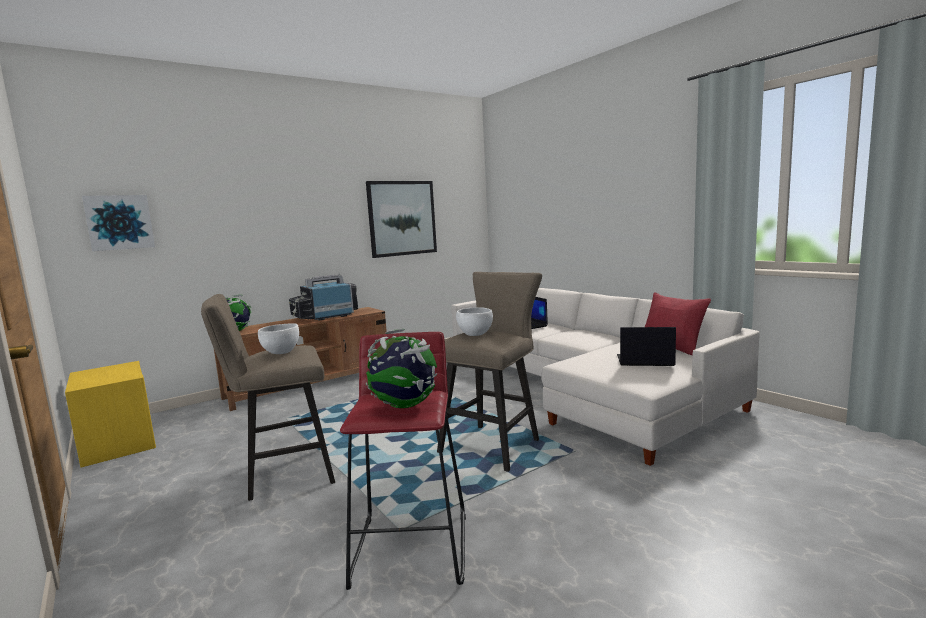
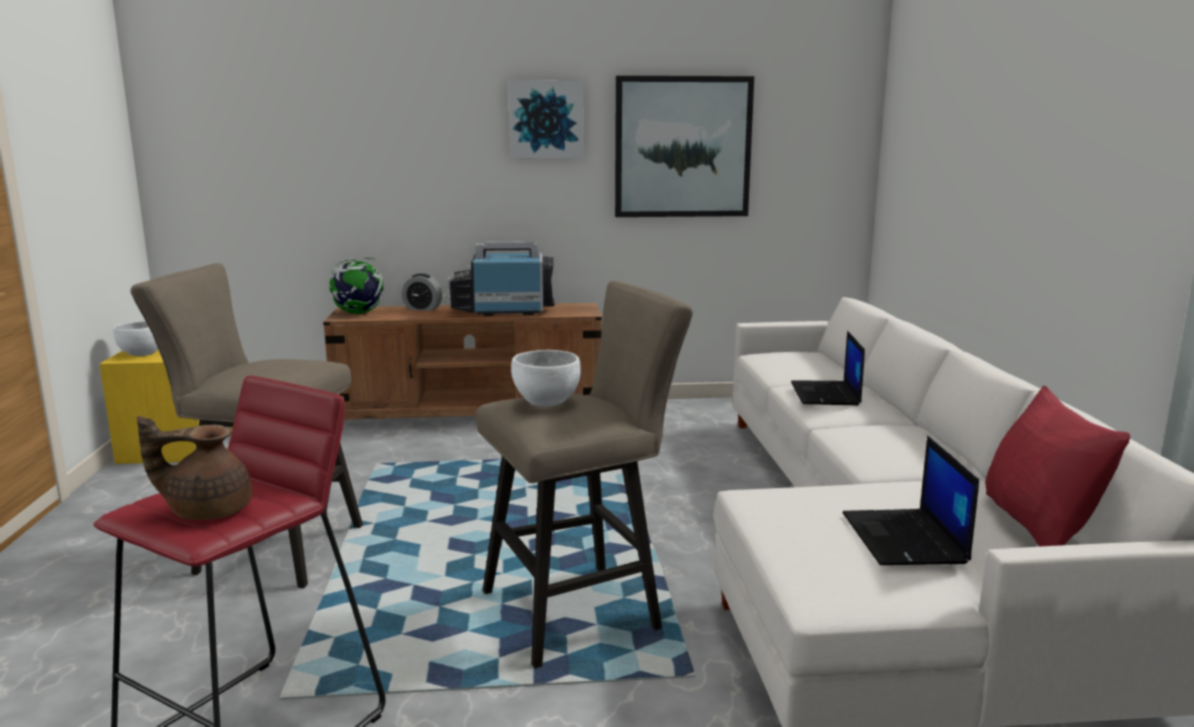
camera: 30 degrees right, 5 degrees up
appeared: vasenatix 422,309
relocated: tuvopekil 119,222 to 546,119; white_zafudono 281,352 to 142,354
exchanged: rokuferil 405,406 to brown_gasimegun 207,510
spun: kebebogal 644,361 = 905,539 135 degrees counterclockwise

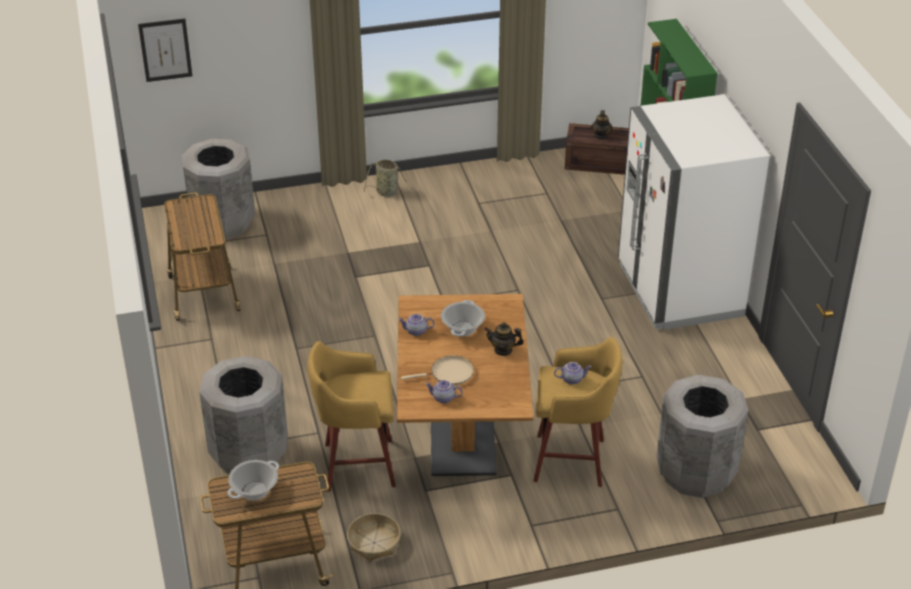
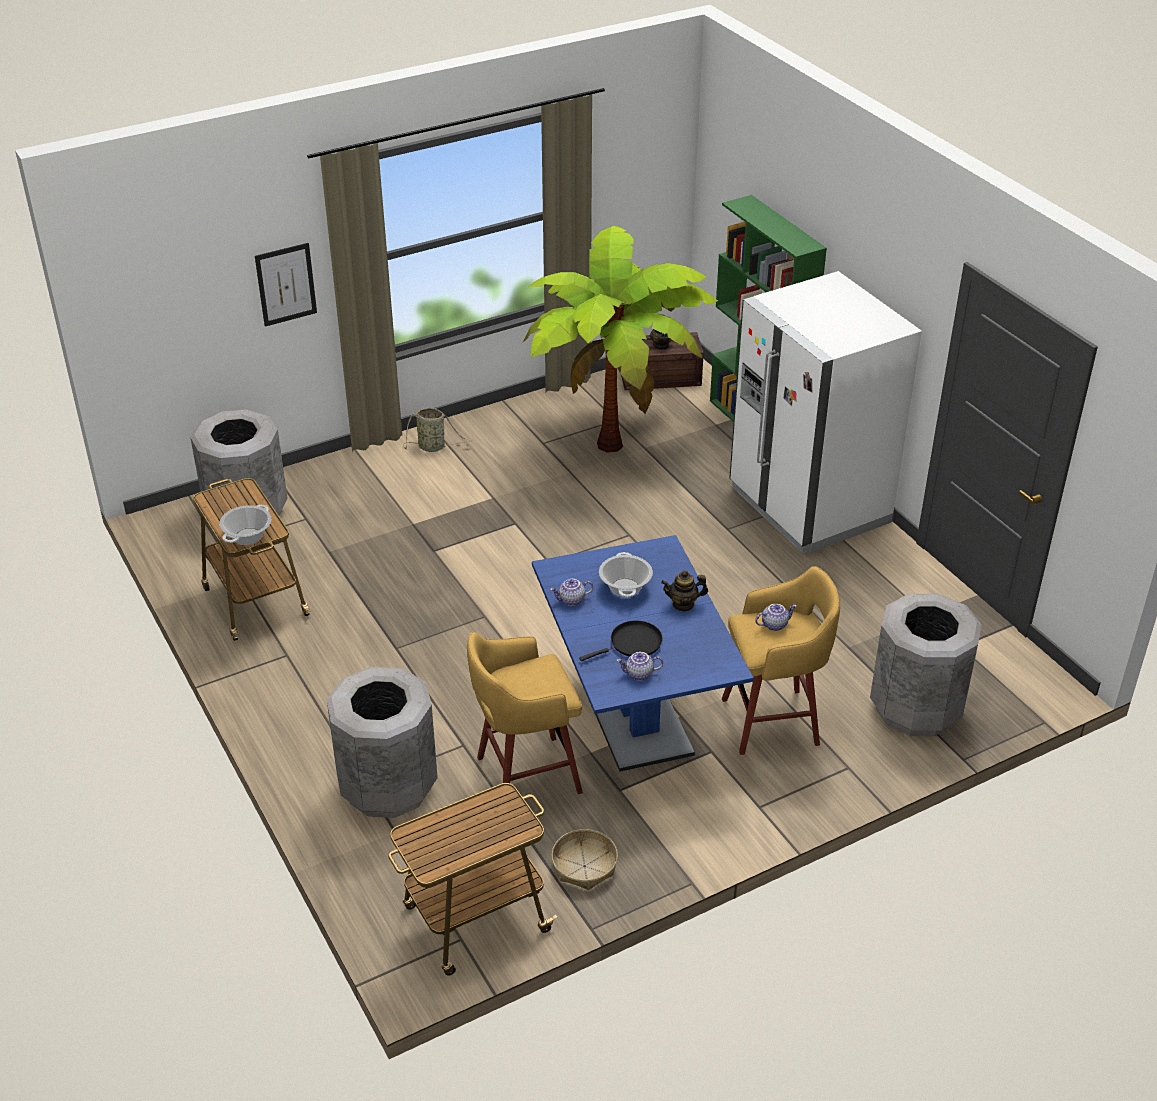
camera: 15 degrees left, 0 degrees up
appeared: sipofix 610,444
relocated: tuvopekil 165,50 to 286,284; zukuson 255,491 to 248,536
colour: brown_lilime 462,433 to blue_lilime 634,714; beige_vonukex 449,373 to black_vonukex 632,644

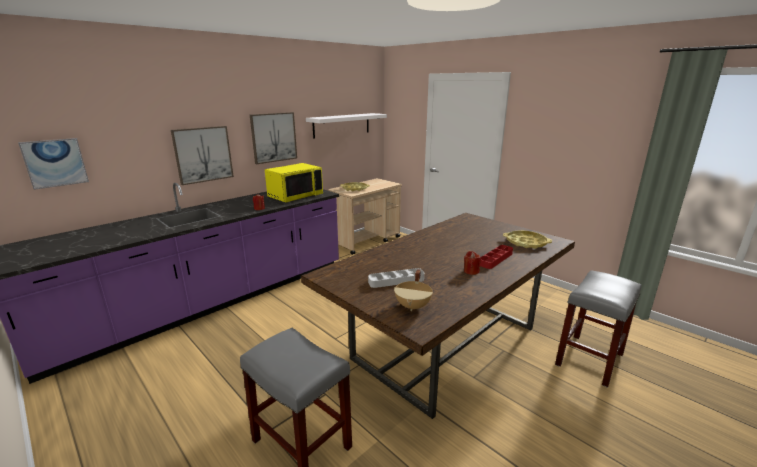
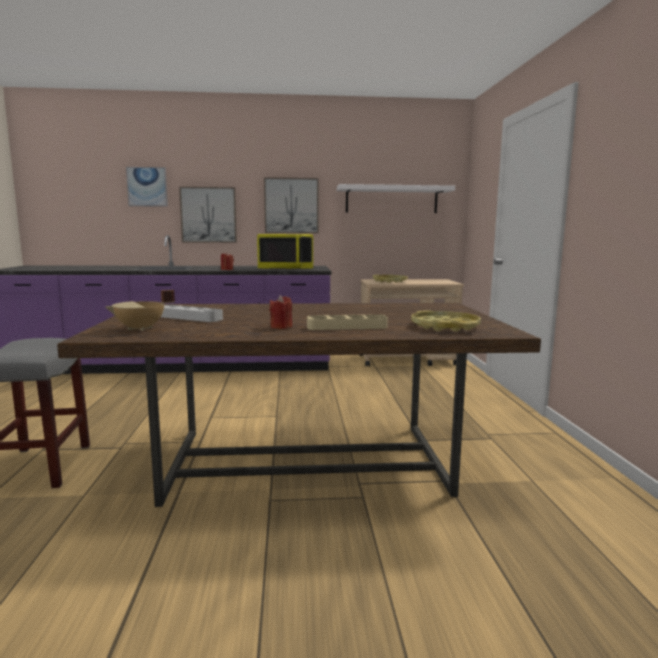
camera: 40 degrees right, 10 degrees down
missing: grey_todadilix 590,360
relocated: tuvopekil 55,163 to 147,187
colour: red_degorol 495,259 to beige_degorol 347,327

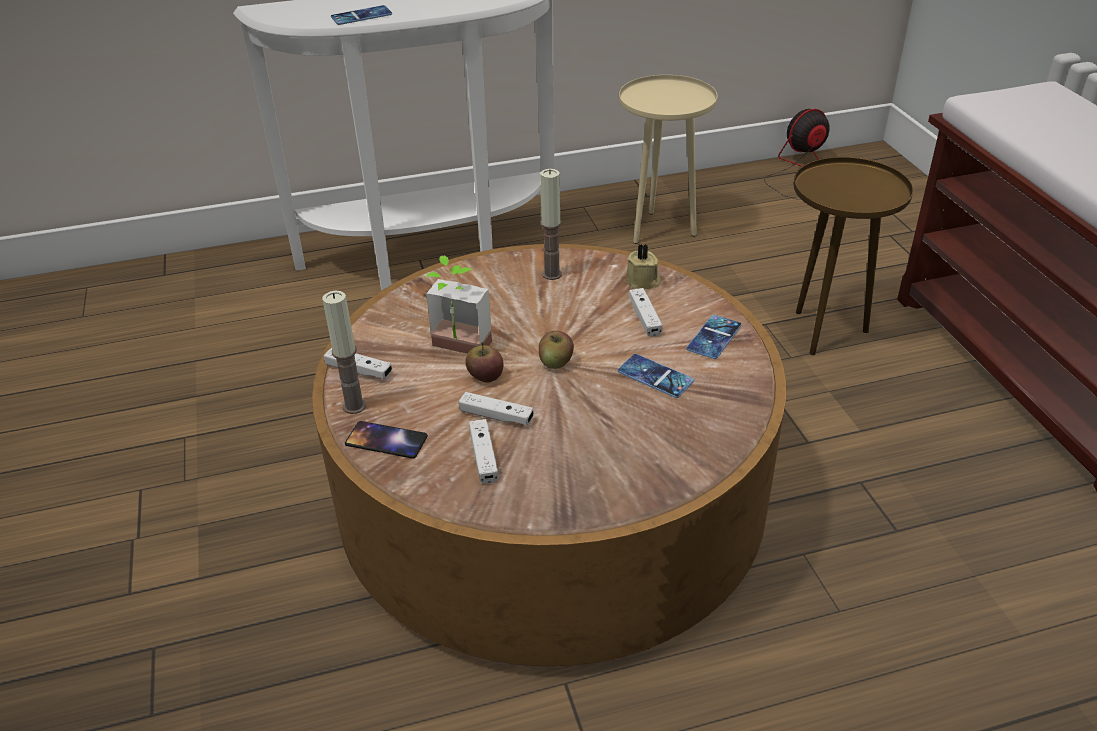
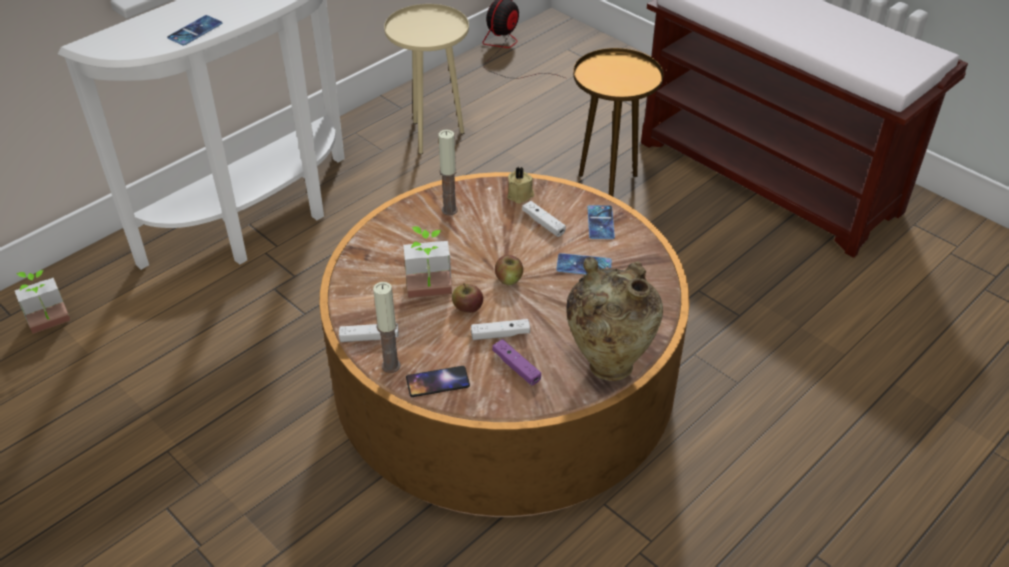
camera: 30 degrees left, 5 degrees up
appeared: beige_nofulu 609,362; sipofix 51,326
colour: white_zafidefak 484,457 to purple_zafidefak 516,367

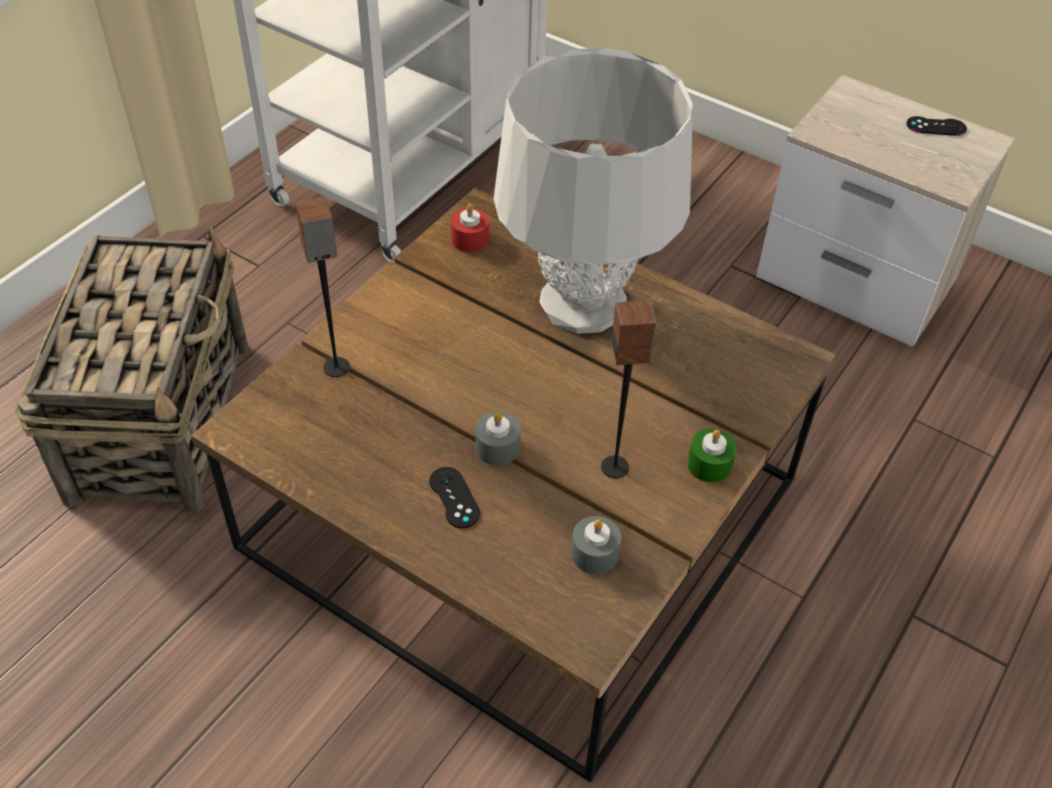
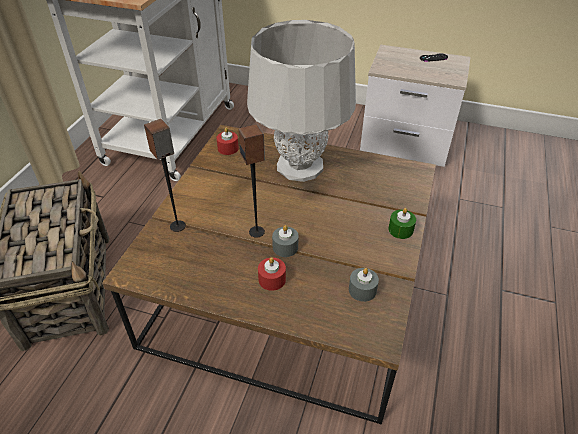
camera: 15 degrees left, 5 degrees down
relocated: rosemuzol 615,467 to 257,232
exchanged: black_zafidefak 454,497 to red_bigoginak 272,279

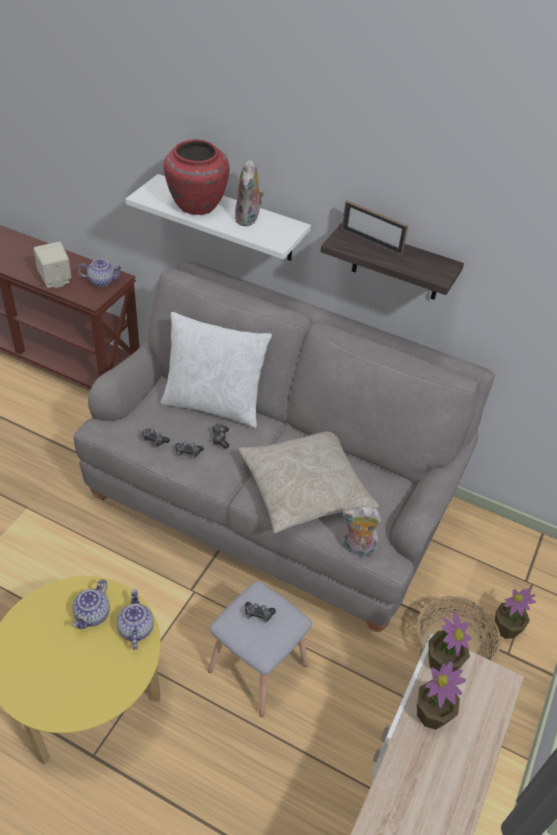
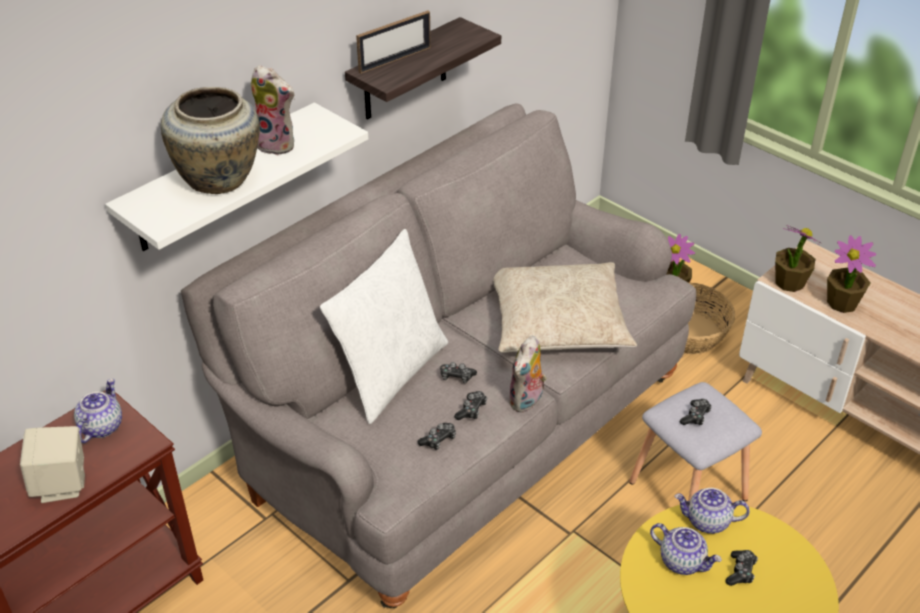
camera: 70 degrees left, 5 degrees down
appeared: zafidefak 740,571
relocated: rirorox 357,549 to 527,401
colour: red_nofulu 196,206 to beige_nofulu 220,180

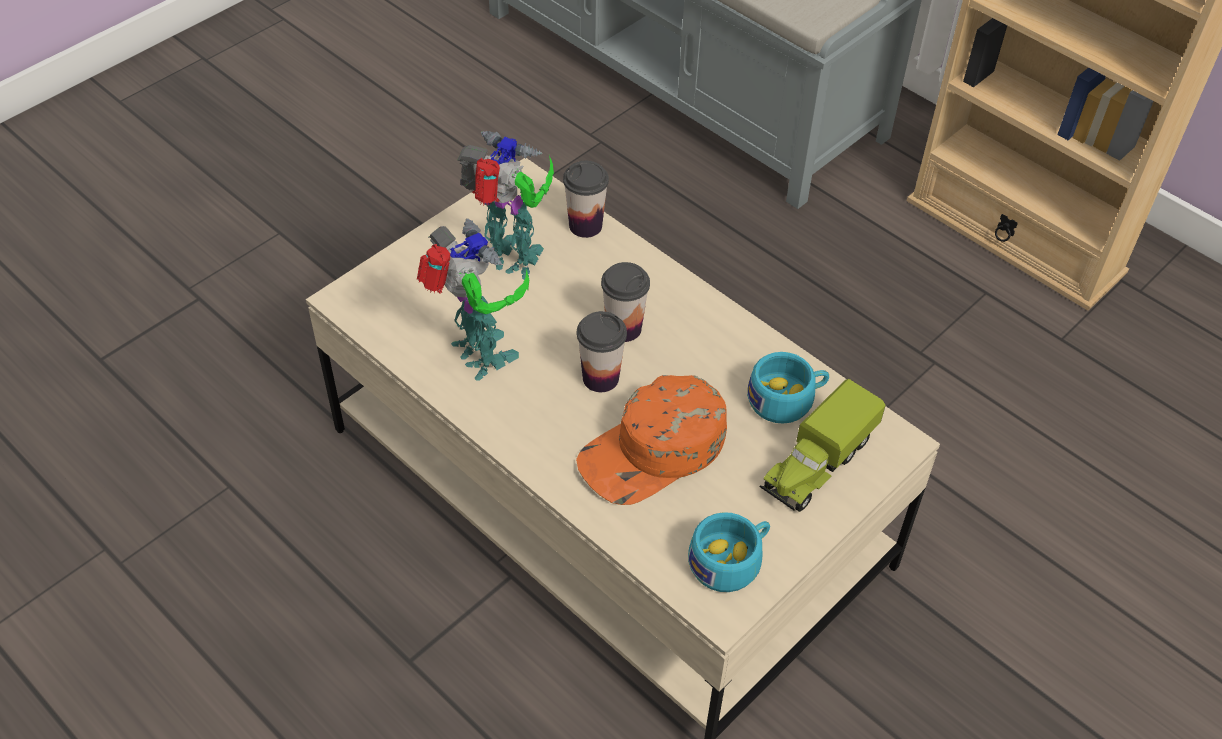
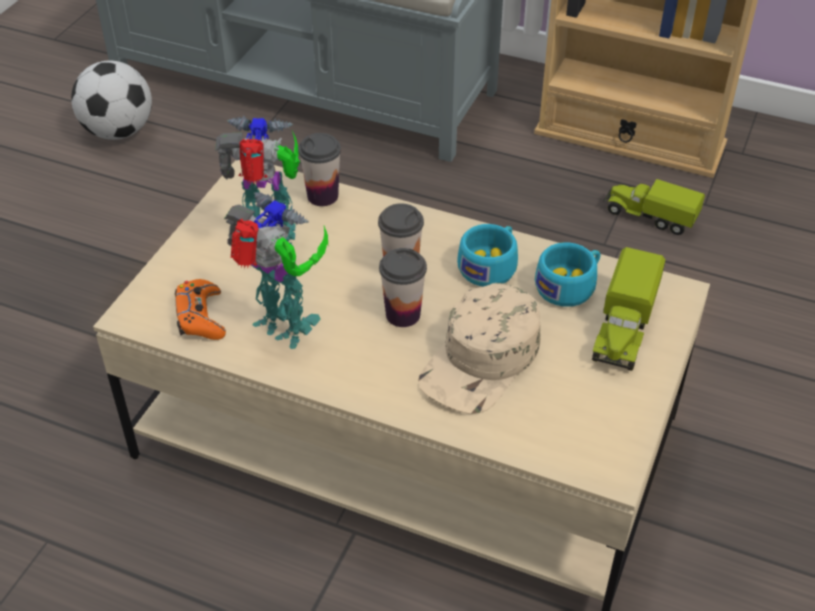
camera: 20 degrees left, 5 degrees down
appeared: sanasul 119,132; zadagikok 649,216; orange_zafidefak 201,317
relocated: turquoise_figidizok 731,560 to 490,265
colour: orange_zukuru 654,451 to beige_zukuru 482,360

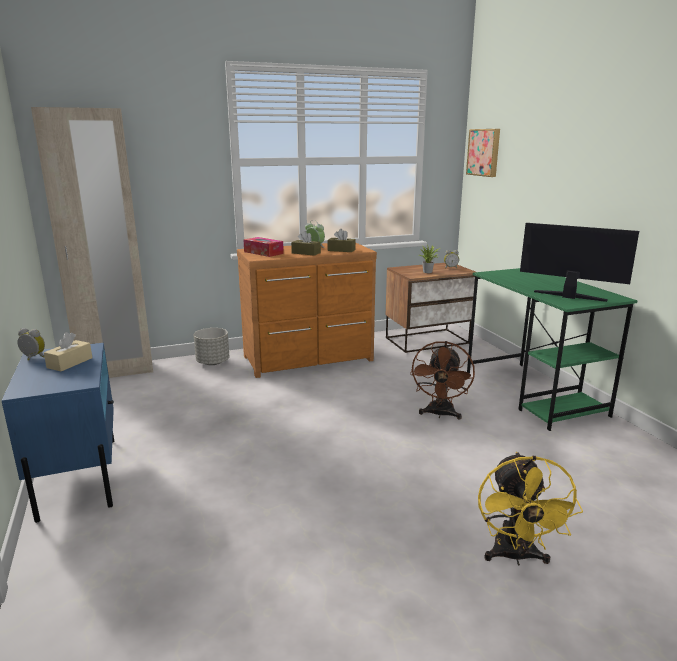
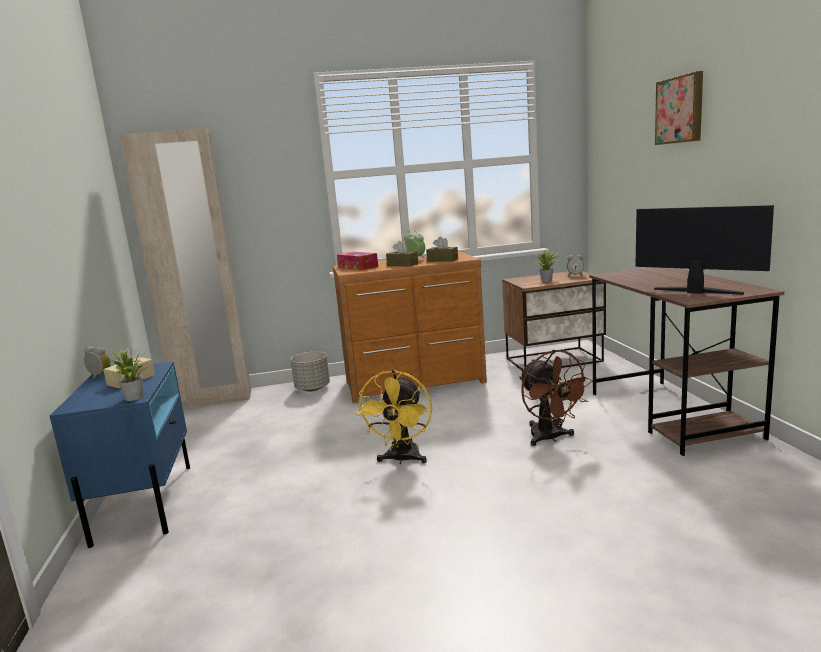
camera: 10 degrees right, 5 degrees down
appeared: sipofix 132,398
relocated: tuvopekil 484,152 to 681,110; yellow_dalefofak 515,557 to 402,459
colour: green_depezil 534,394 to brown_depezil 671,414
spun: brown_dalefofak 440,414 = 550,438 45 degrees counterclockwise

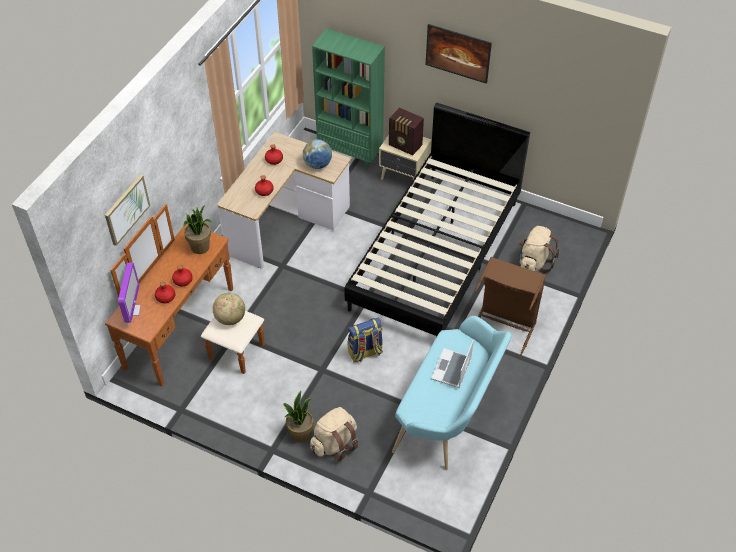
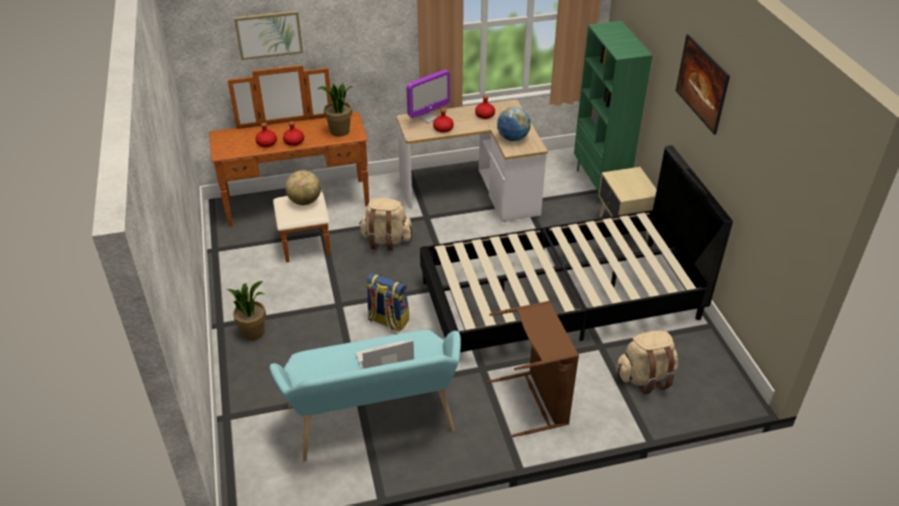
camera: 50 degrees right, 10 degrees down
missing: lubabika 405,145
relocated: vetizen 132,310 to 428,118; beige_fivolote 334,444 to 386,240

